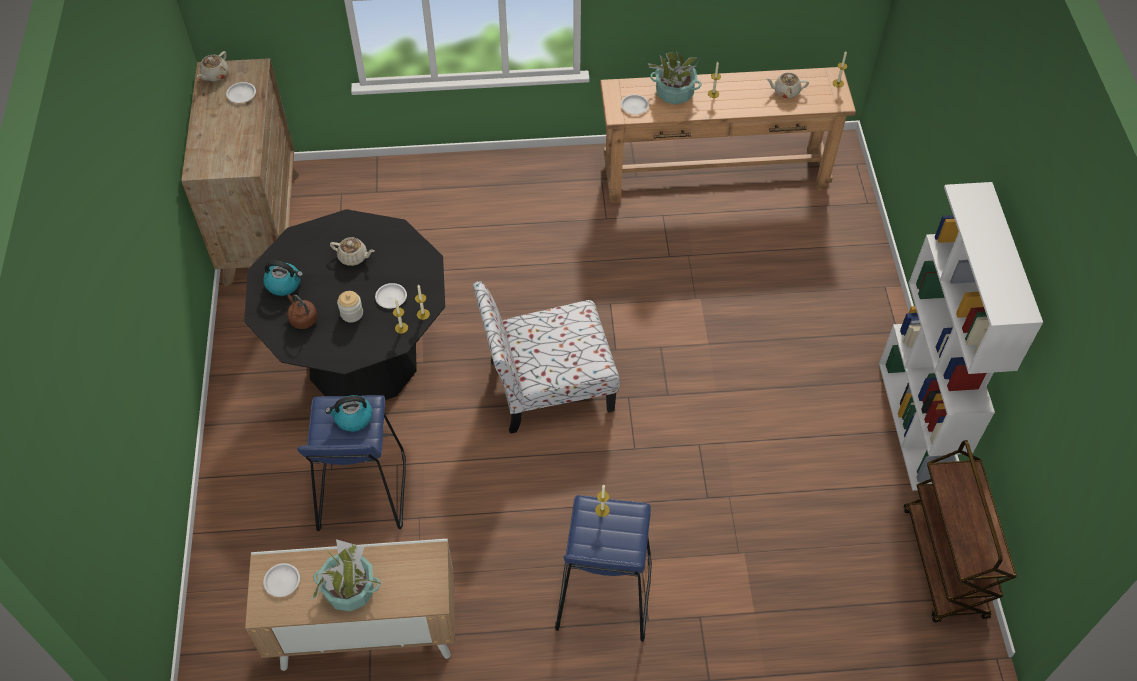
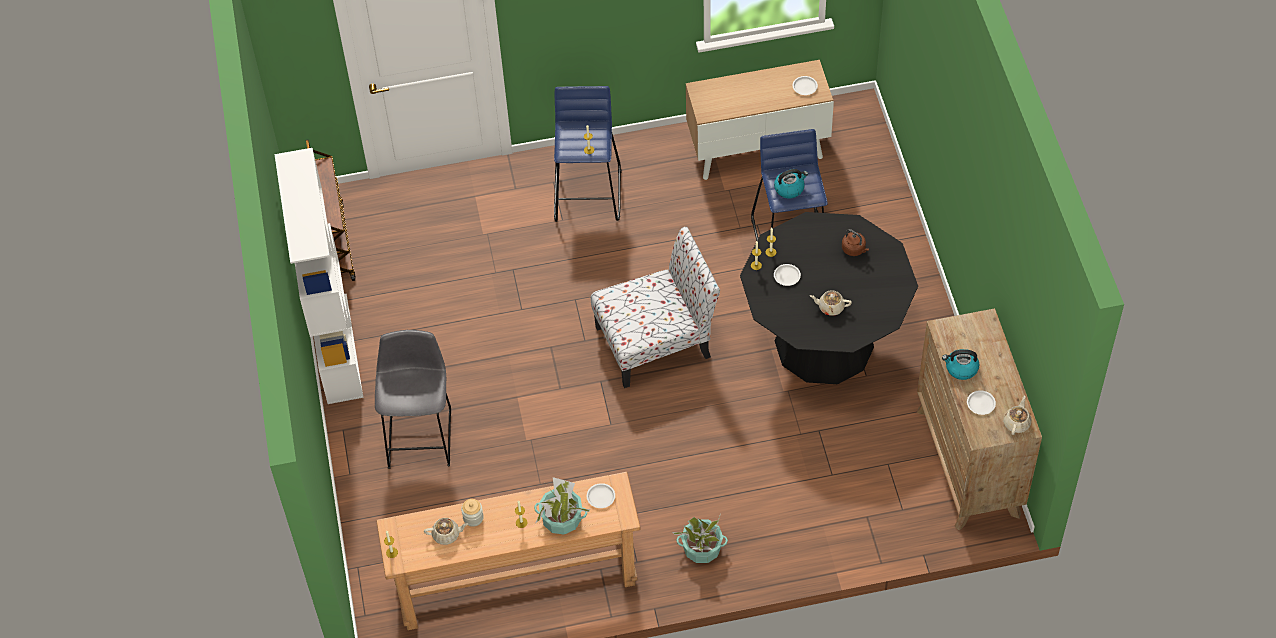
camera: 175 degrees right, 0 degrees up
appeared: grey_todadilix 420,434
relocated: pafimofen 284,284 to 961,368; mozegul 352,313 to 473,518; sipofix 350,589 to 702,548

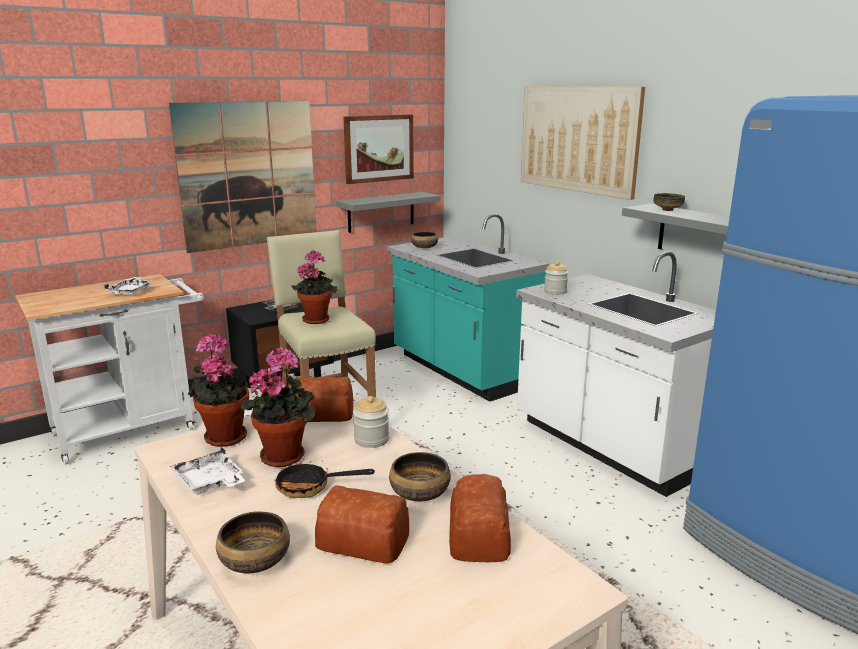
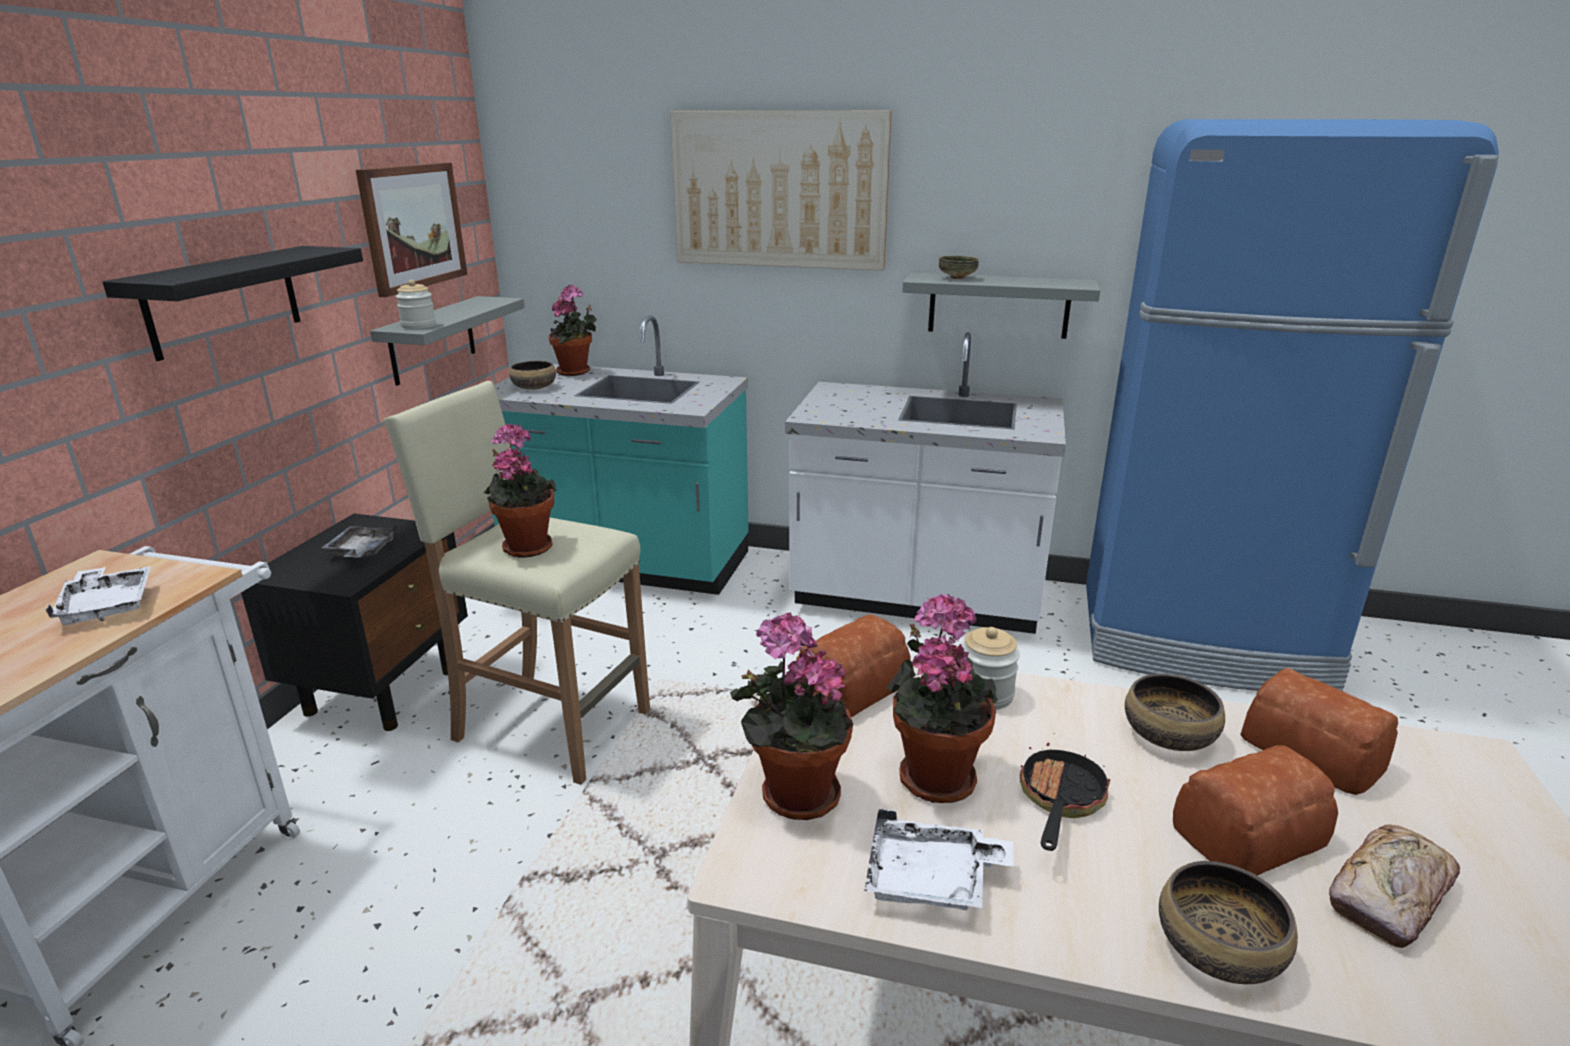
camera: 40 degrees left, 5 degrees up
appeared: sipofix 576,372; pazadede 1390,895
relocated: mozegul 555,291 to 418,326
exchanged: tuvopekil 248,175 to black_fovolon 223,301
spun: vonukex 311,487 = 1059,801 150 degrees clockwise

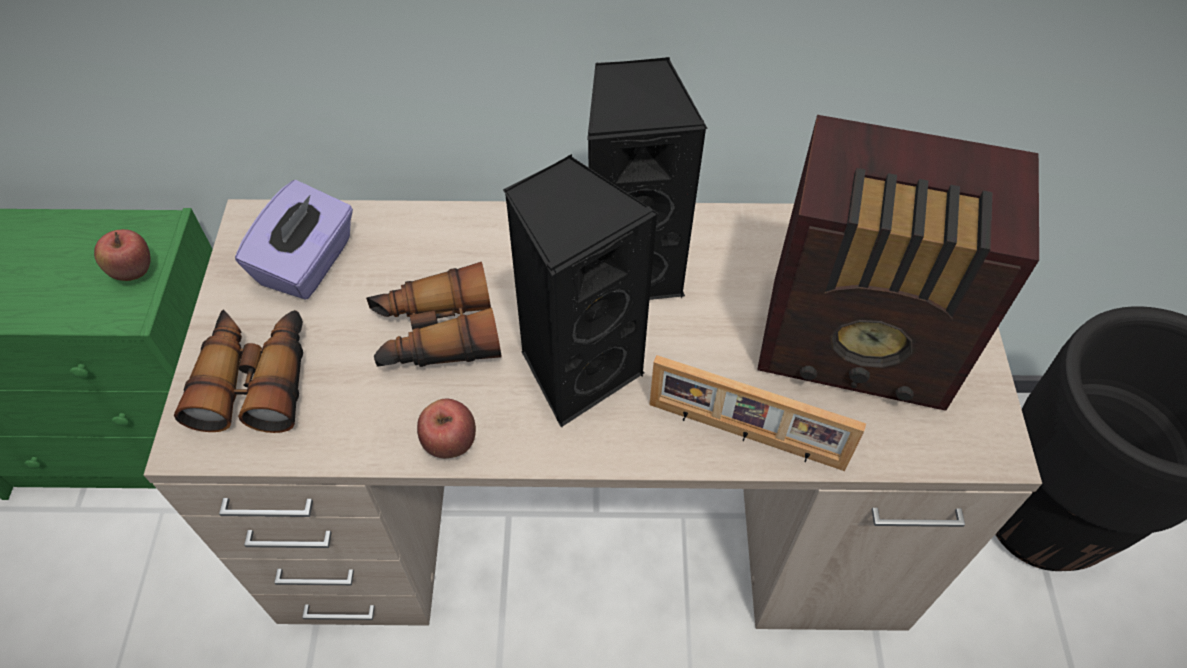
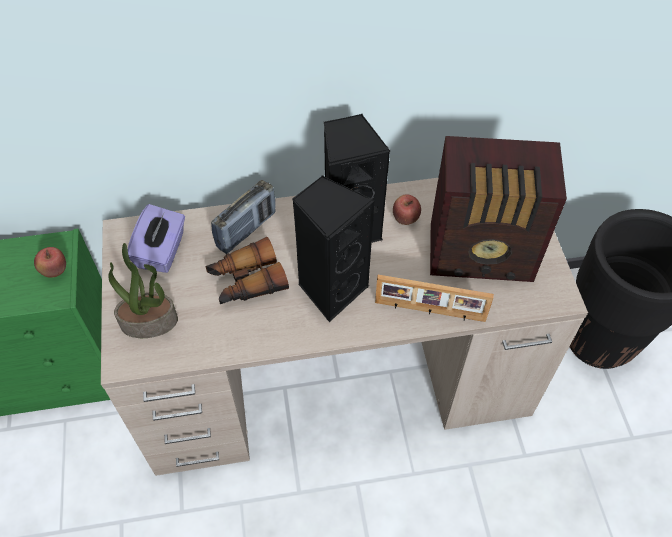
camera: 10 degrees left, 0 degrees up
appeared: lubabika 246,230
relocated: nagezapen 450,444 to 405,219
exchanged: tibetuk 256,378 to sipofix 150,321

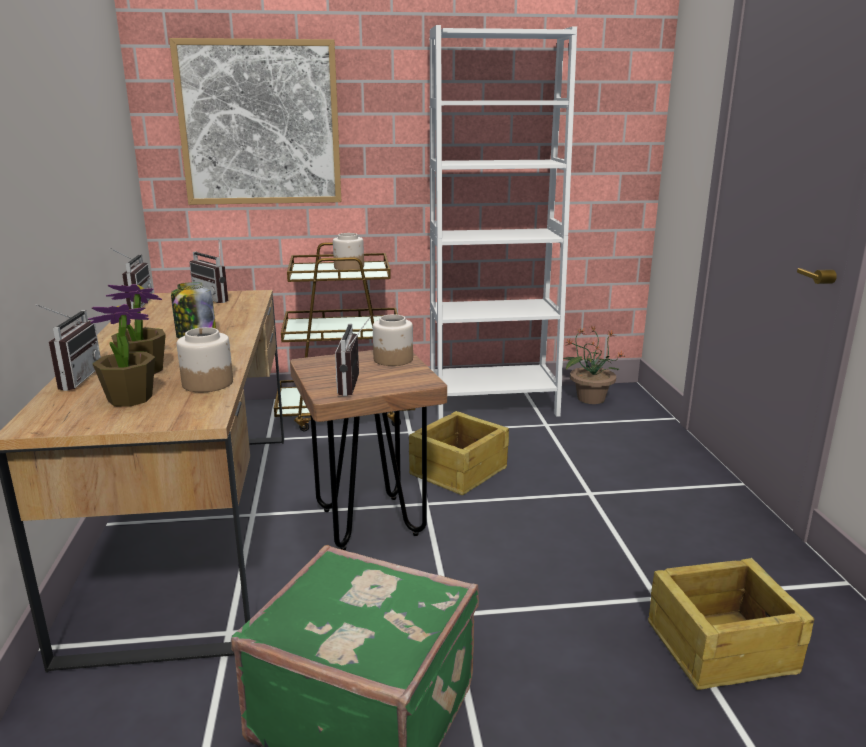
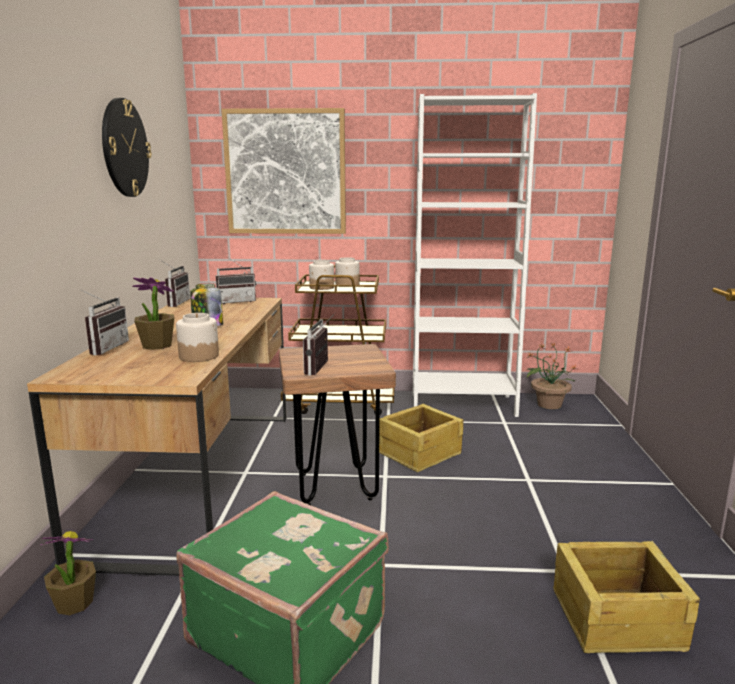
camera: 10 degrees right, 5 degrees down
appeared: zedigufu 125,148
relocated: sipofix 129,399 to 74,603; mozegul 393,359 to 321,287
spun: lubabika 216,298 = 236,301 75 degrees counterclockwise

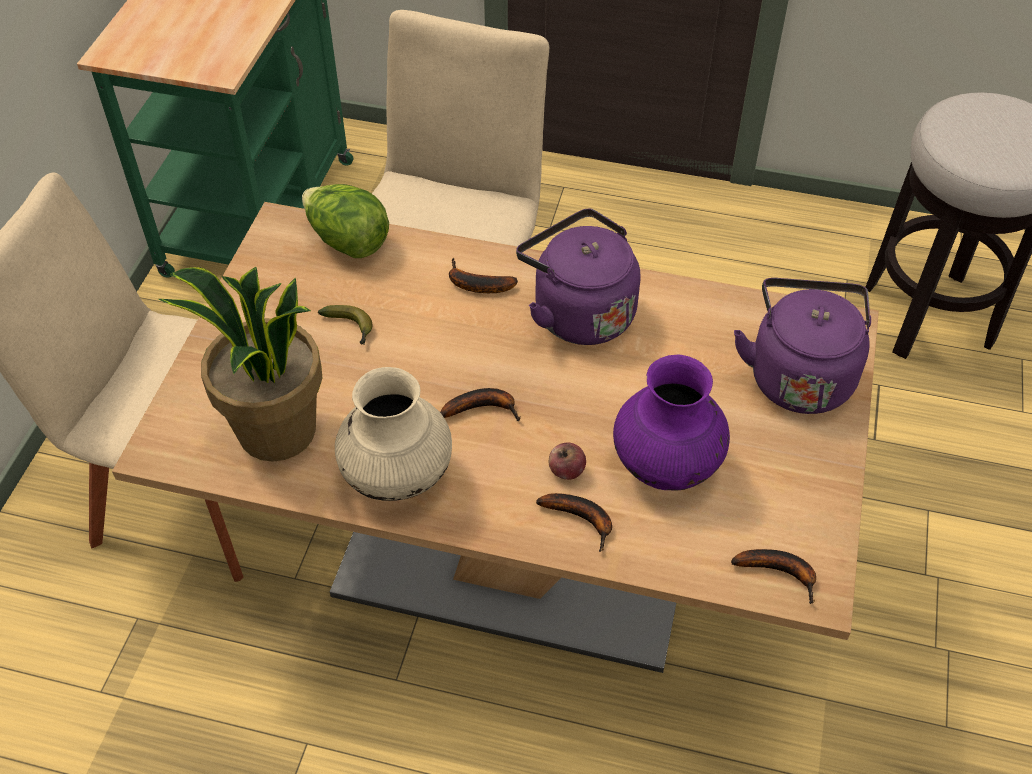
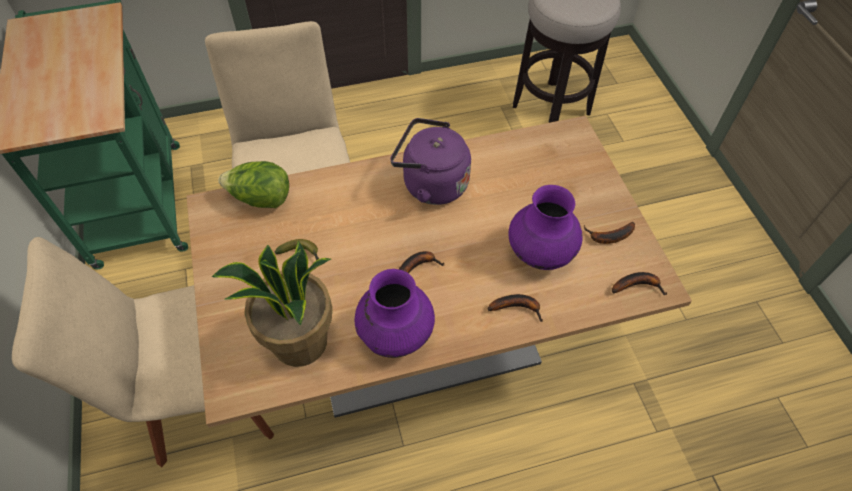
camera: 30 degrees left, 5 degrees up
missing: purple_pafimofen 799,375; nagezapen 566,471
relocated: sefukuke 475,285 to 608,237
colour: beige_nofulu 398,476 to purple_nofulu 395,334

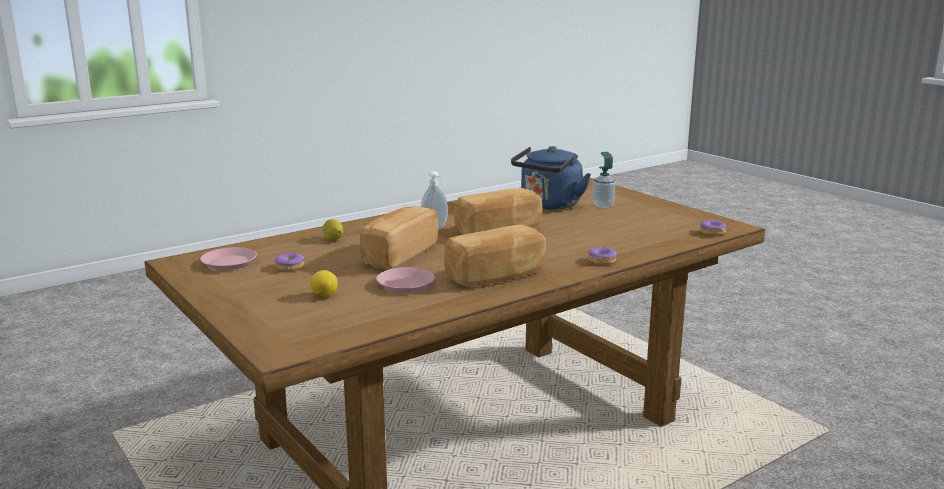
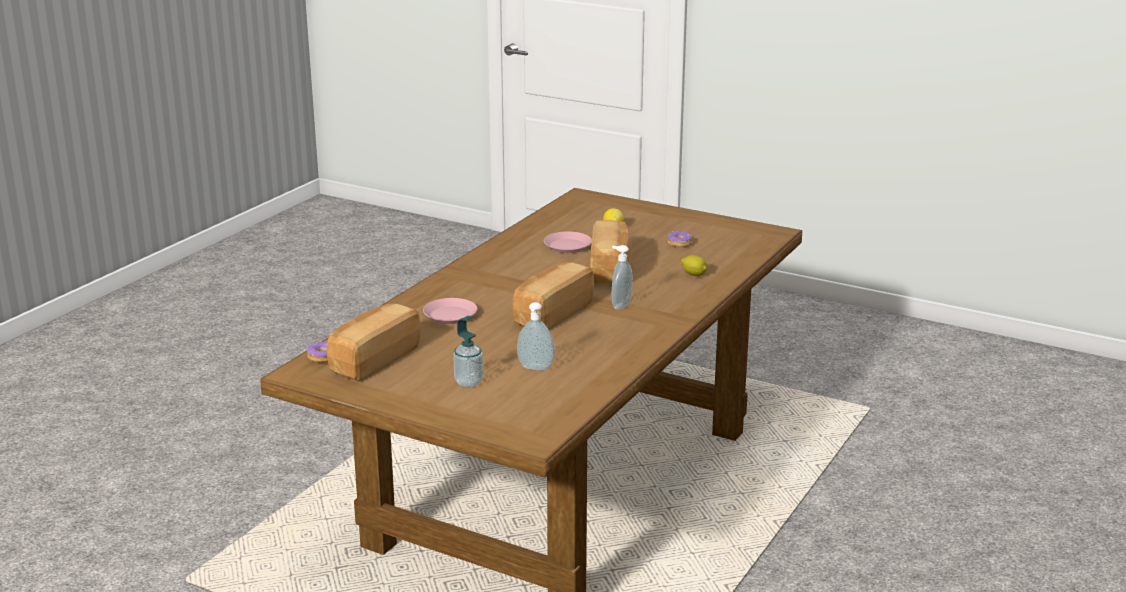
camera: 155 degrees right, 5 degrees up
missing: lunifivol 601,261
relocated: pazadede 497,276 to 373,360; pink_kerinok 229,263 to 450,315
exchanged: blue_pafimofen 549,205 to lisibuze 535,369

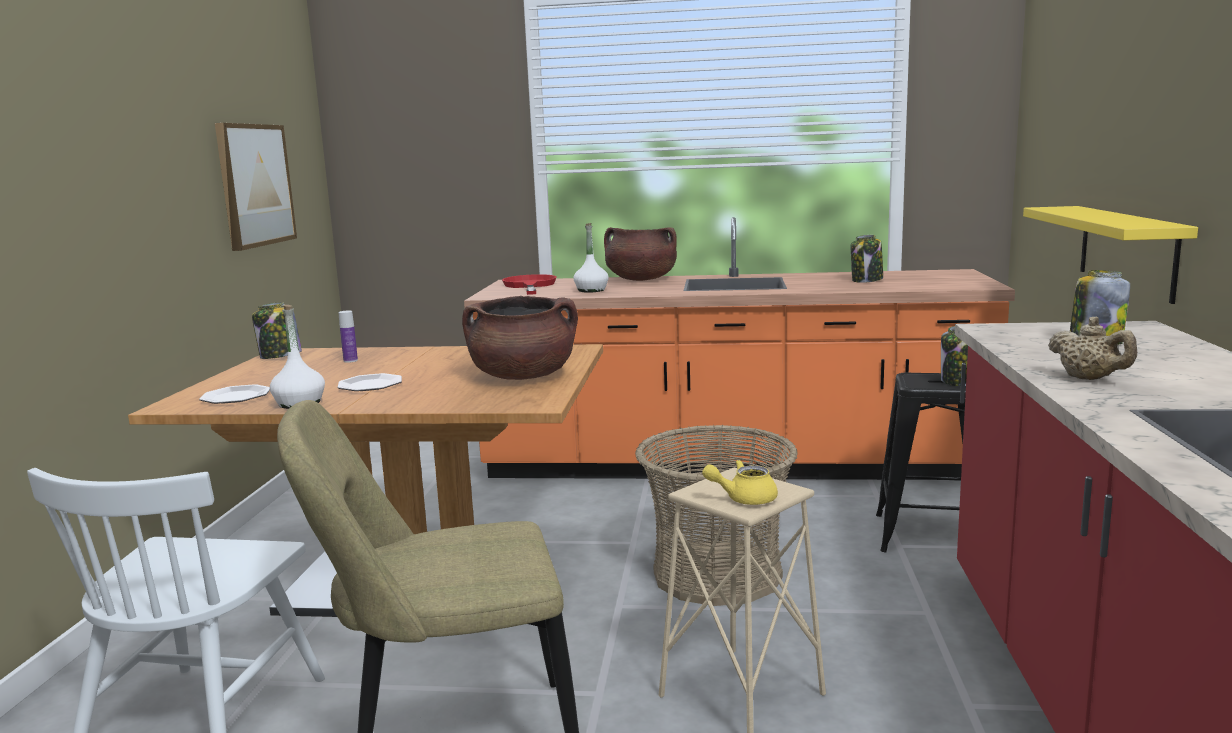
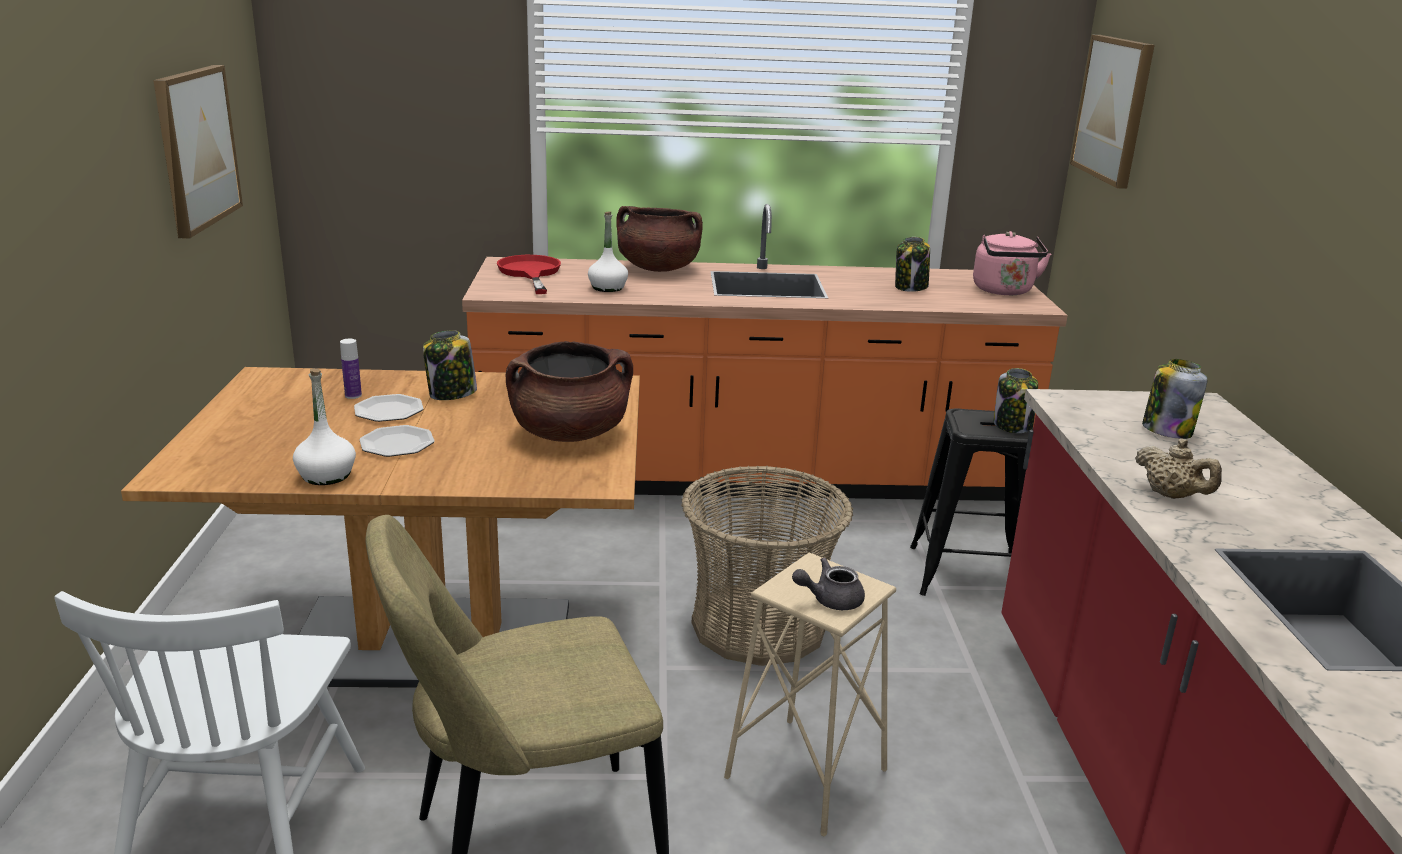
camera: 10 degrees left, 10 degrees up
missing: yellow_fovolon 1126,250
appeared: tuvopekil 1113,109; pink_pafimofen 1004,291
relocated: mozegul 279,356 to 452,394; kerinok 236,397 to 389,411
colour: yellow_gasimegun 743,499 to grey_gasimegun 830,600

